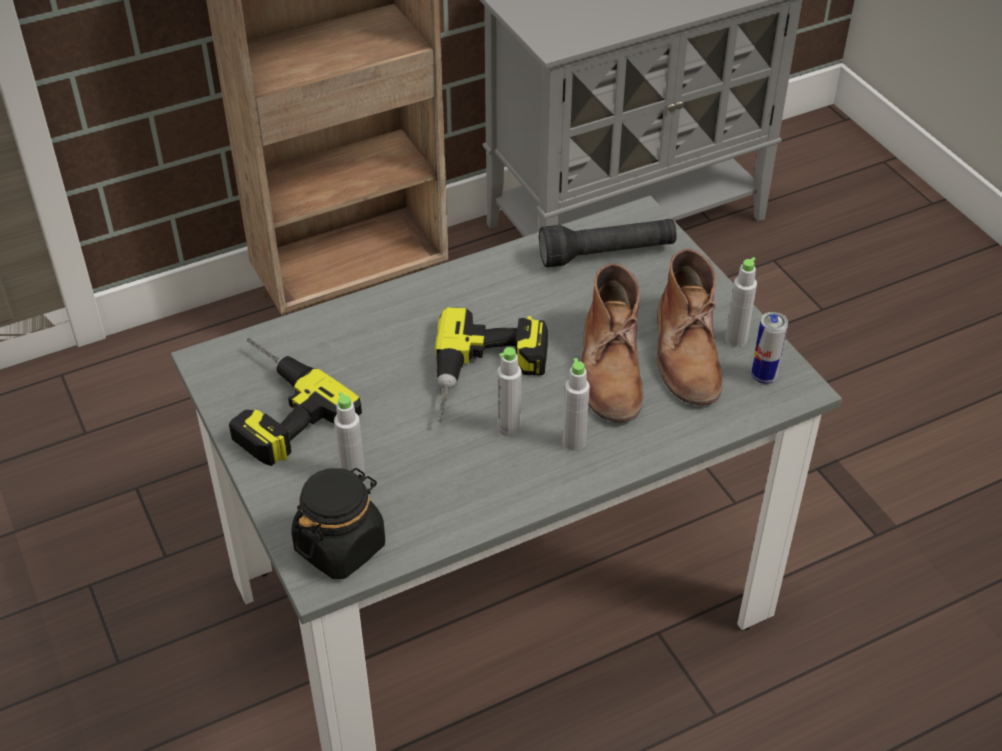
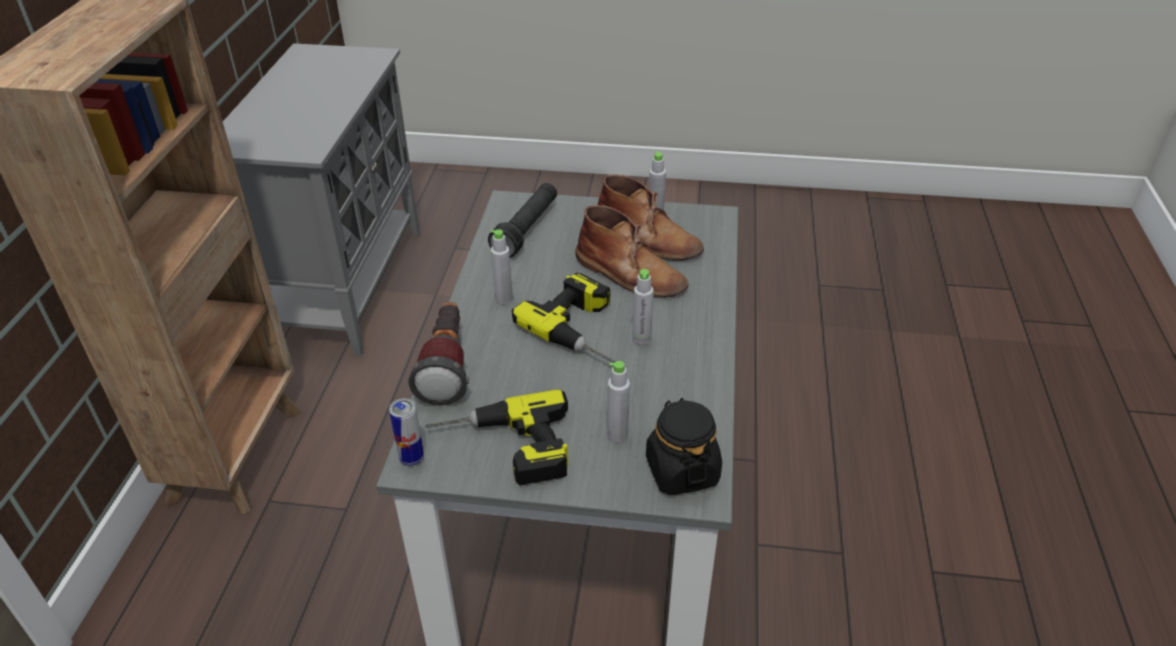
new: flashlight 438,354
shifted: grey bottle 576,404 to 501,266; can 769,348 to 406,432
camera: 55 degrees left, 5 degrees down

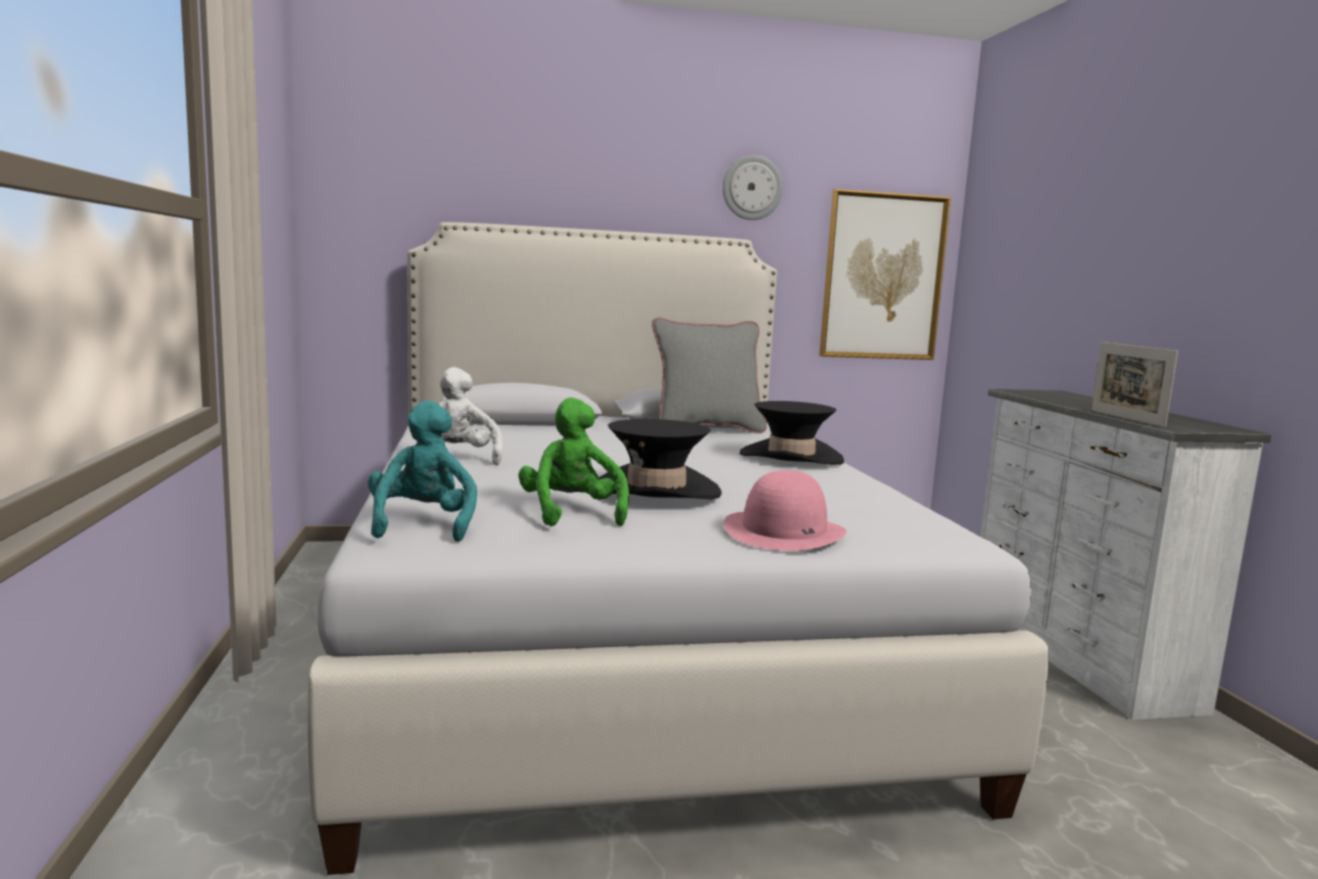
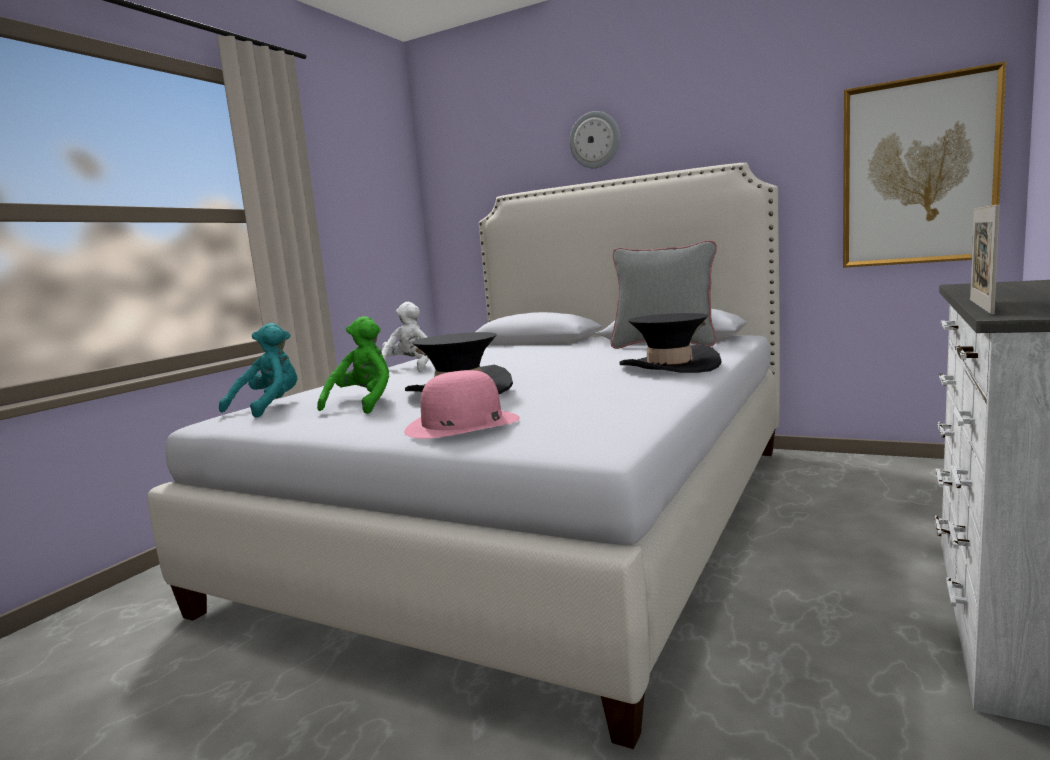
shifted: wall clock 753,187 to 594,139
camera: 40 degrees right, 0 degrees up

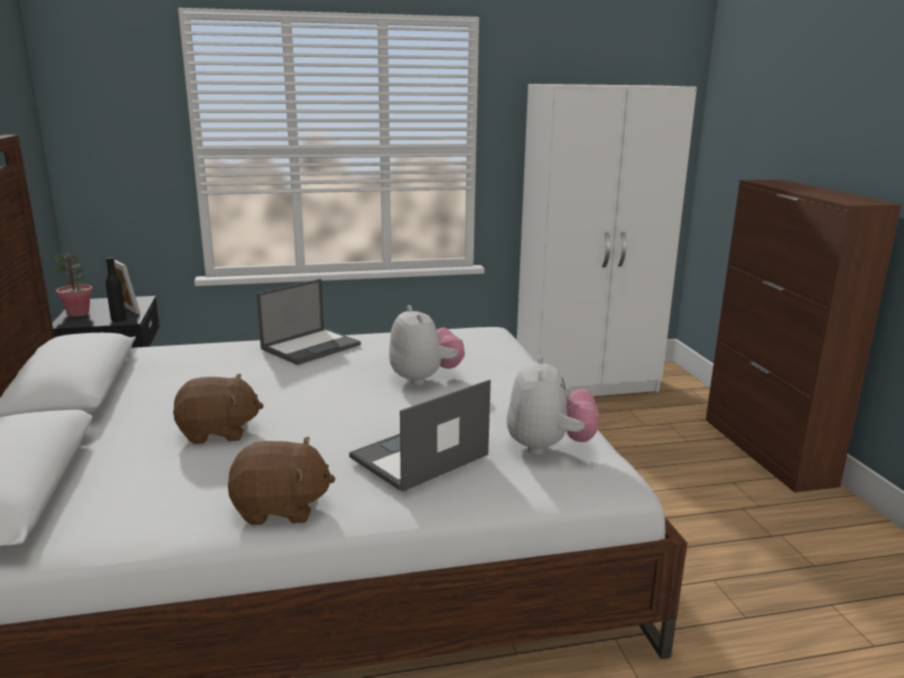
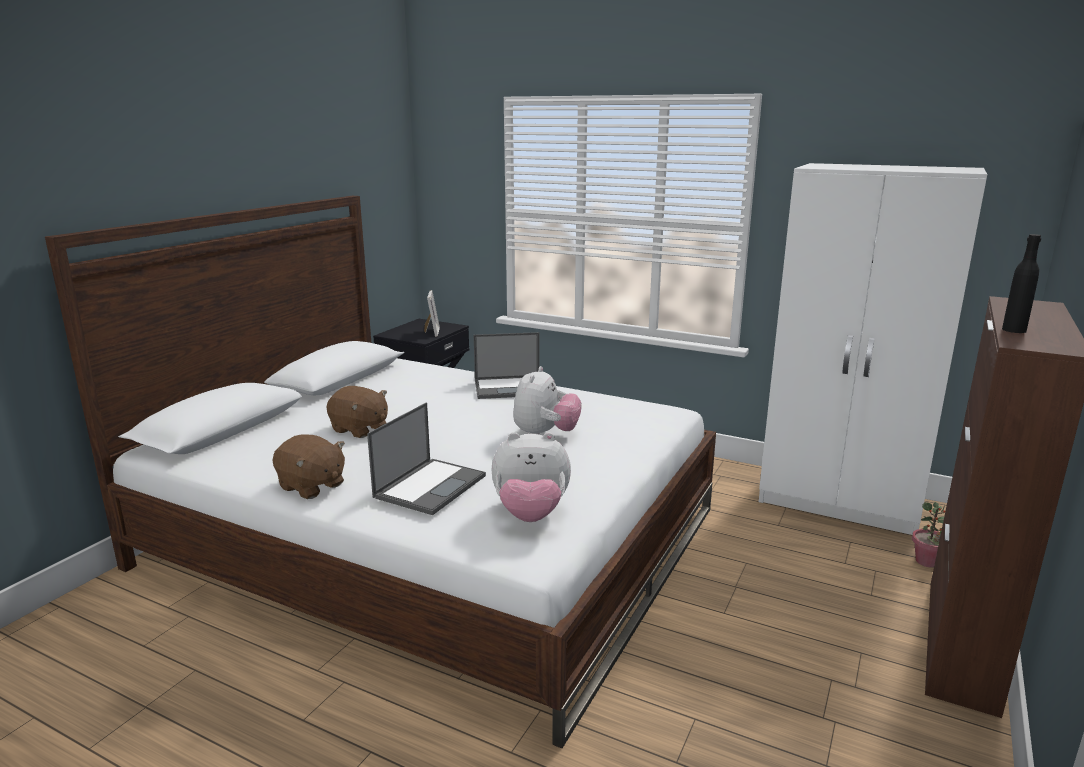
shifted: potted plant 73,285 to 928,535; black bottle 116,289 to 1021,283
rotated: laptop 420,436 = 426,459 120 degrees clockwise; plush toy 553,405 = 531,477 45 degrees clockwise
camera: 40 degrees right, 0 degrees up

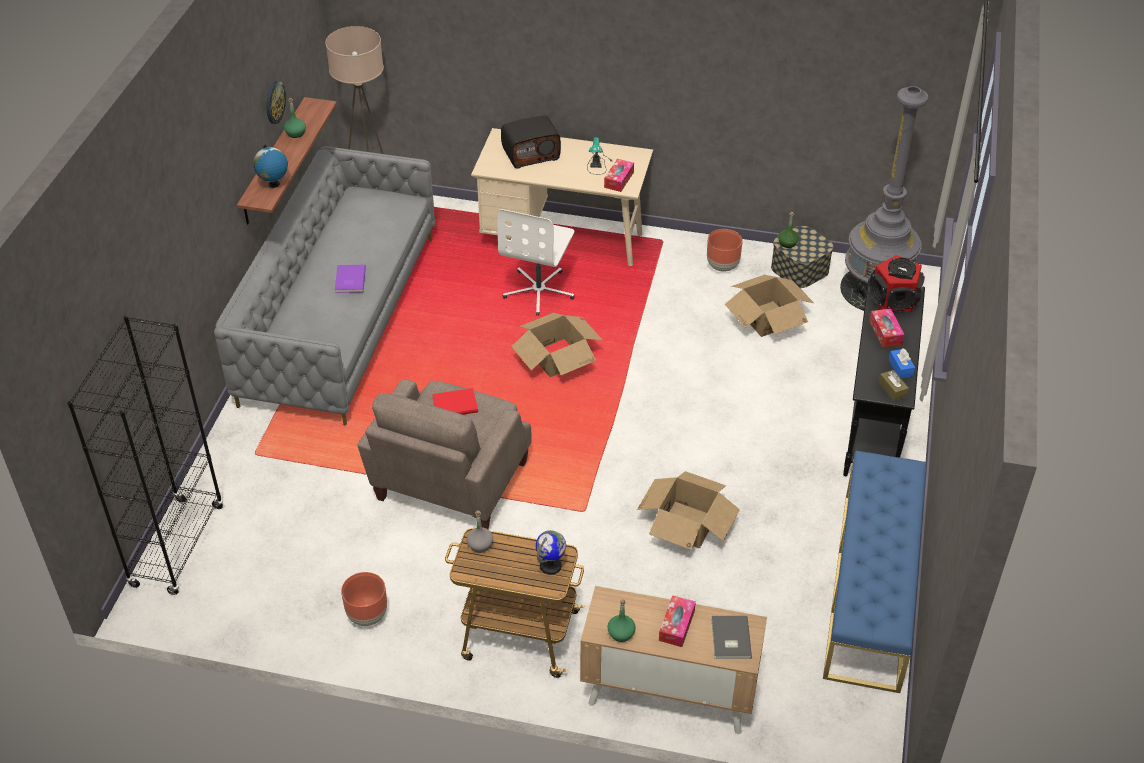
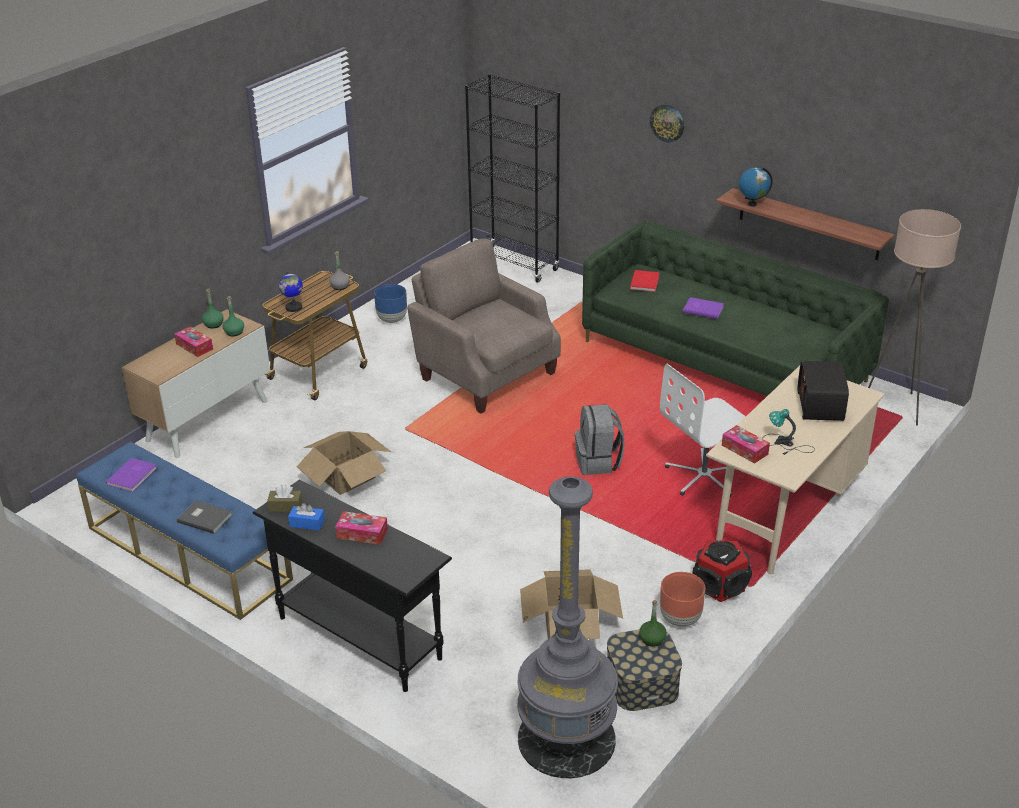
new: purple book 131,475
shifted: wall clock 276,102 to 667,123; green bottle 295,118 to 233,316; red book 455,401 to 645,281; grey book 731,637 to 204,517; speaker 897,283 to 722,571
swapped: cardboard box 556,345 to grey backpack 600,439
repainted: grey sofa 324,285 to green sofa 735,308; brown planter 364,599 to blue planter 390,303
rotated: white office chair 536,262 = 703,430 75 degrees counterclockwise
camera: 115 degrees right, 10 degrees down

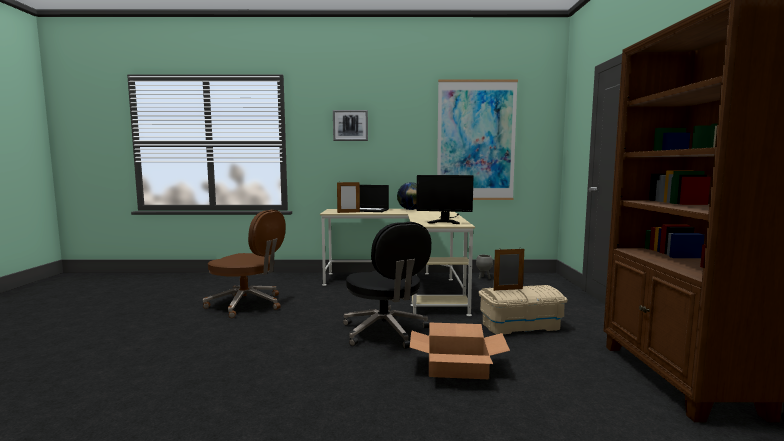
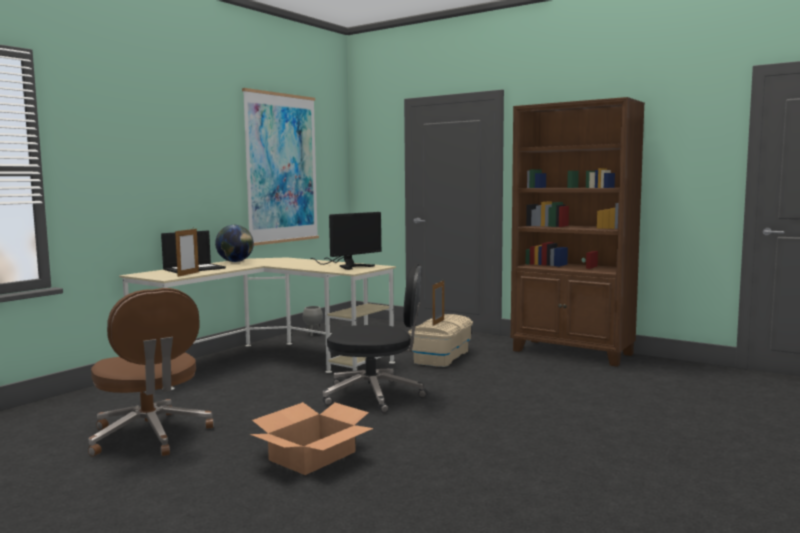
gone: picture 350,125
shifted: cardboard box 460,350 to 312,438
rotated: brown office chair 244,264 = 151,372 90 degrees clockwise
camera: 55 degrees left, 0 degrees up

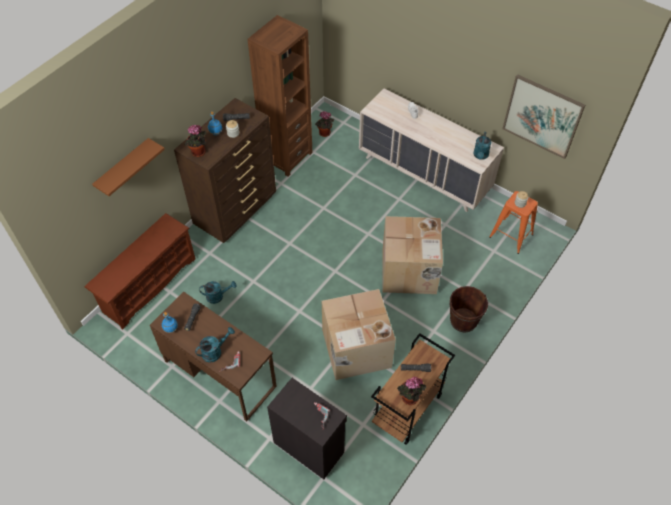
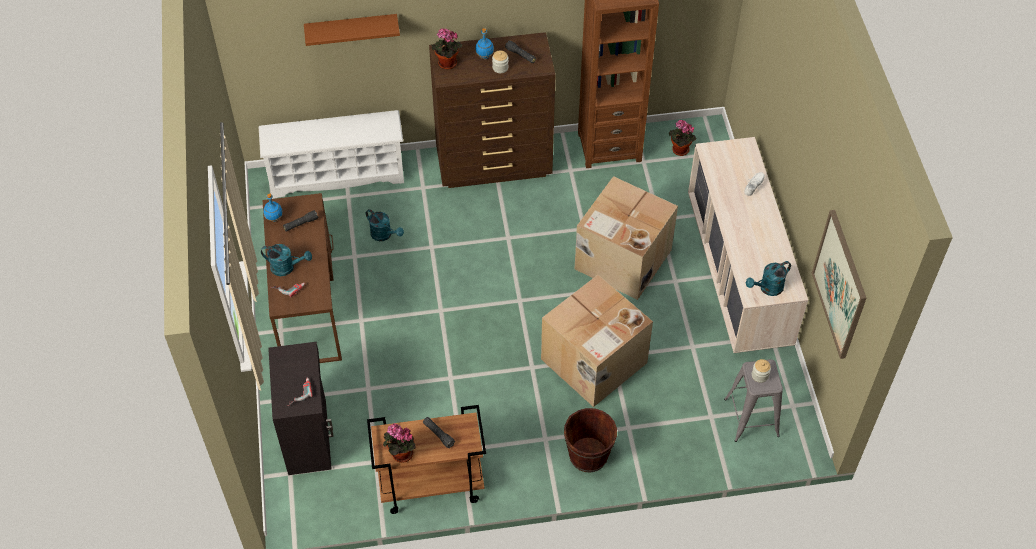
shifted: cardboard box 359,334 to 626,238
repainted: brown shoe rack 140,271 to white shoe rack 331,154; orange stool 513,222 to grey stool 753,400
camera: 45 degrees right, 0 degrees up

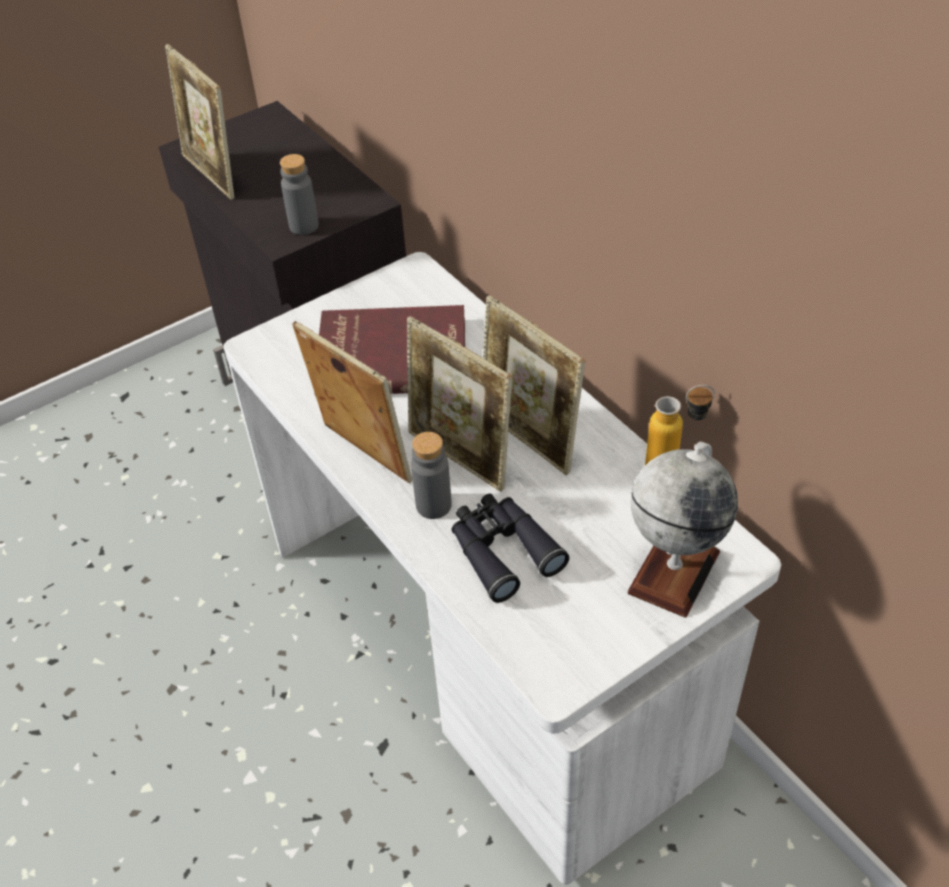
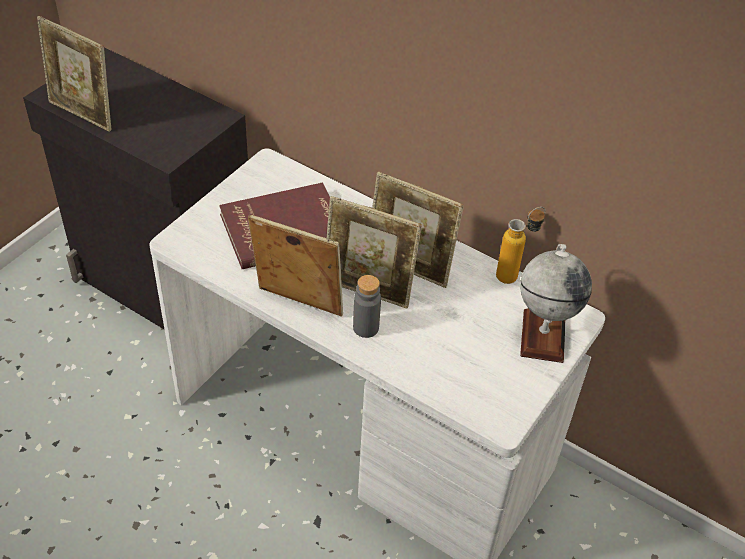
gone: grey bottle 299,194; black binoculars 510,548
camera: 25 degrees left, 0 degrees up

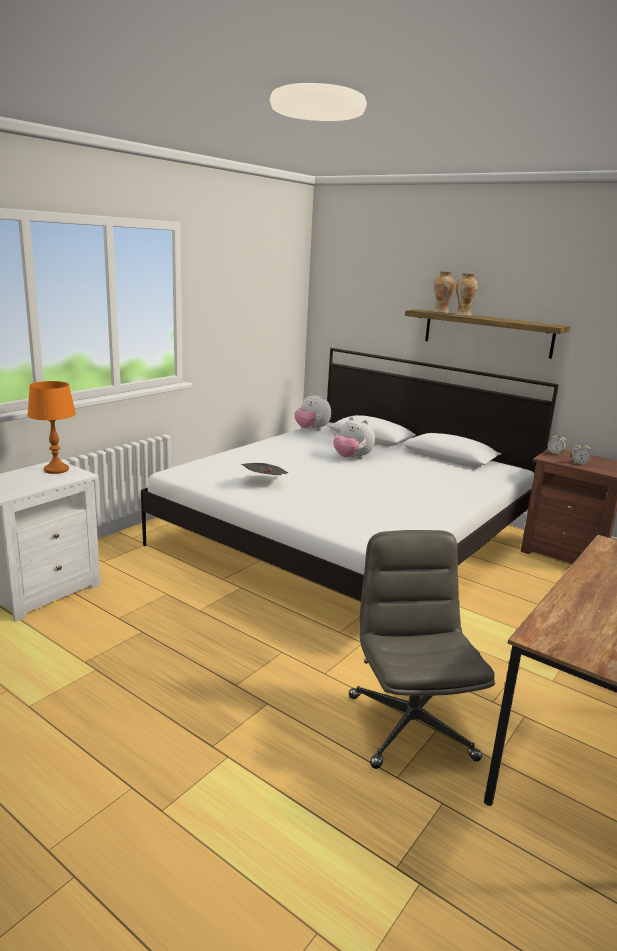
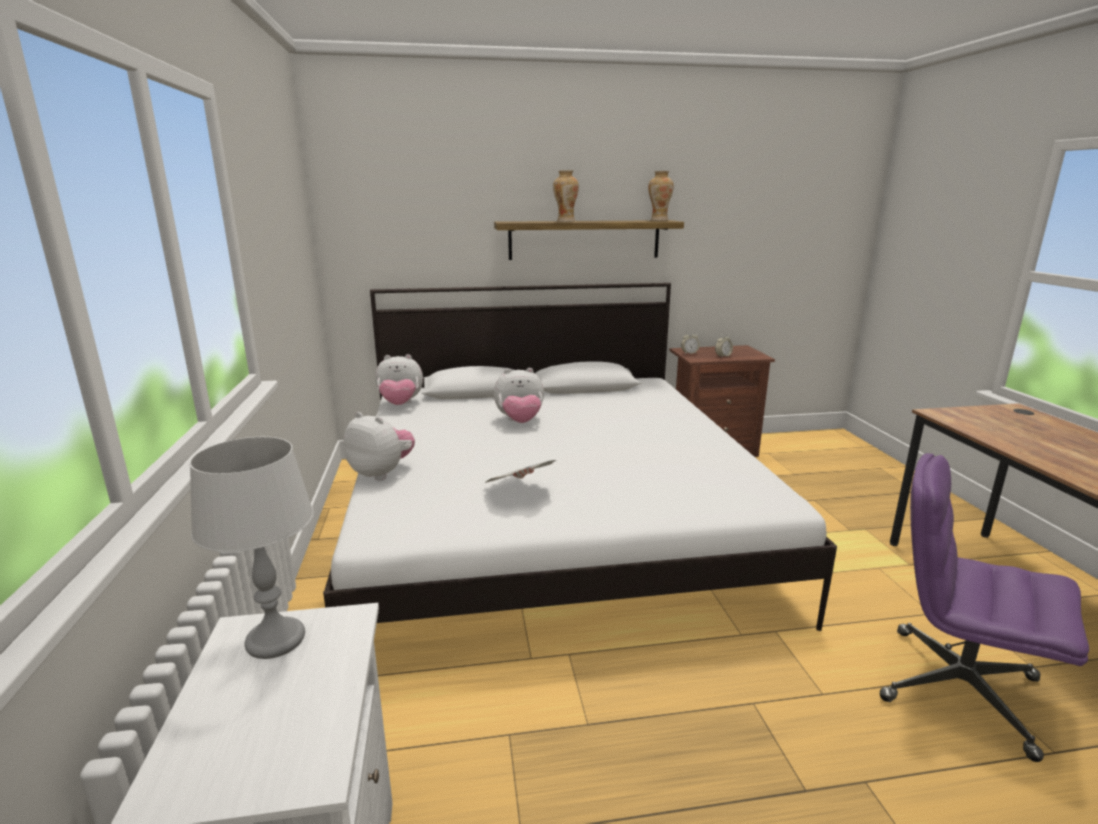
new: plush toy 379,446
shifted: vase 444,292 to 661,196
repainted: orange table lamp 51,427 to grey table lamp 251,548; grey office chair 422,649 to purple office chair 984,607
camera: 45 degrees left, 0 degrees up

